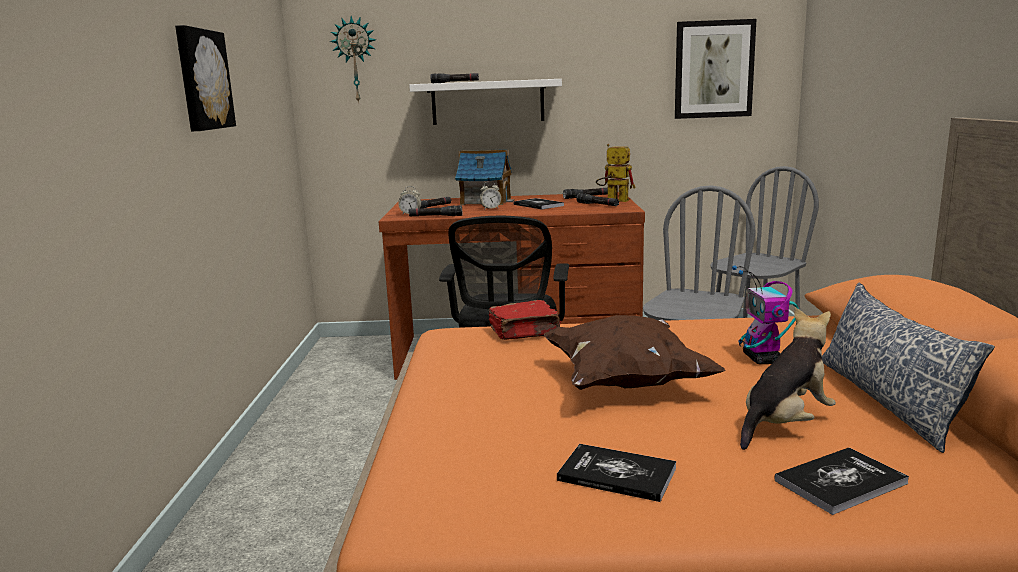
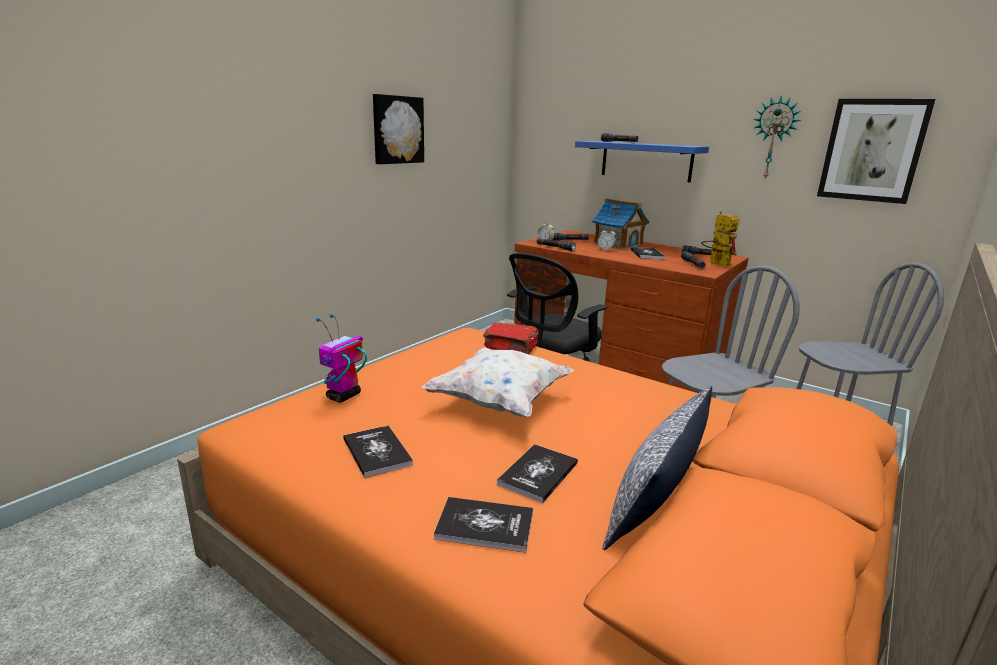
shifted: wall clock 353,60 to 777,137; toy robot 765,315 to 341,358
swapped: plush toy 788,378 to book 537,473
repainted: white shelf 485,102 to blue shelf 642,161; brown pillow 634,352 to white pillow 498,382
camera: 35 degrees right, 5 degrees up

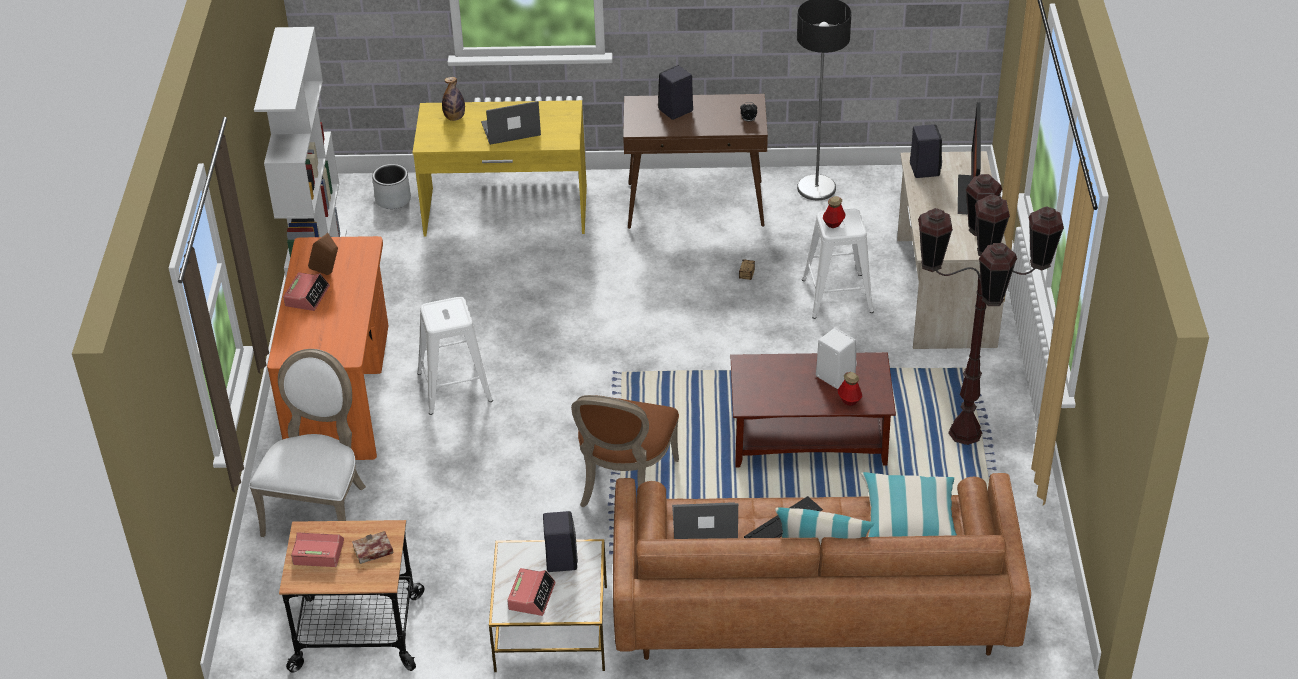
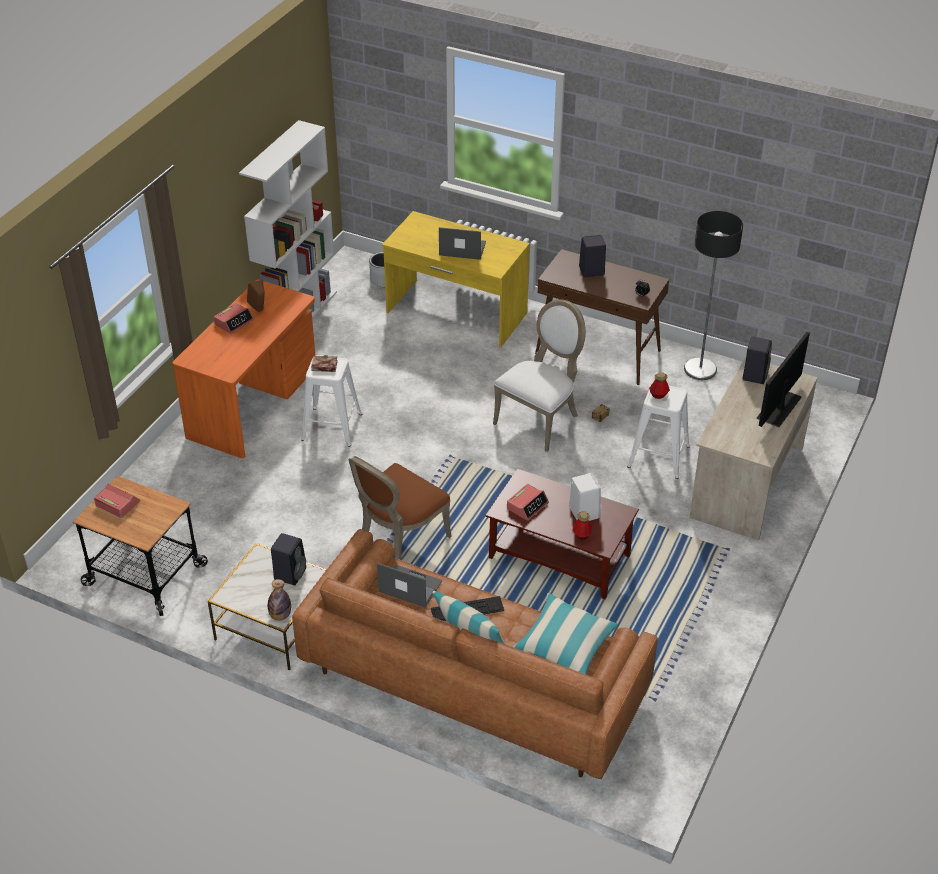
gone: brown floor lamp 991,309
shifted: white chair 308,443 to 539,376; book 372,547 to 324,363; bottle 453,99 to 279,600; alarm clock 531,592 to 528,502
camera: 25 degrees right, 0 degrees up

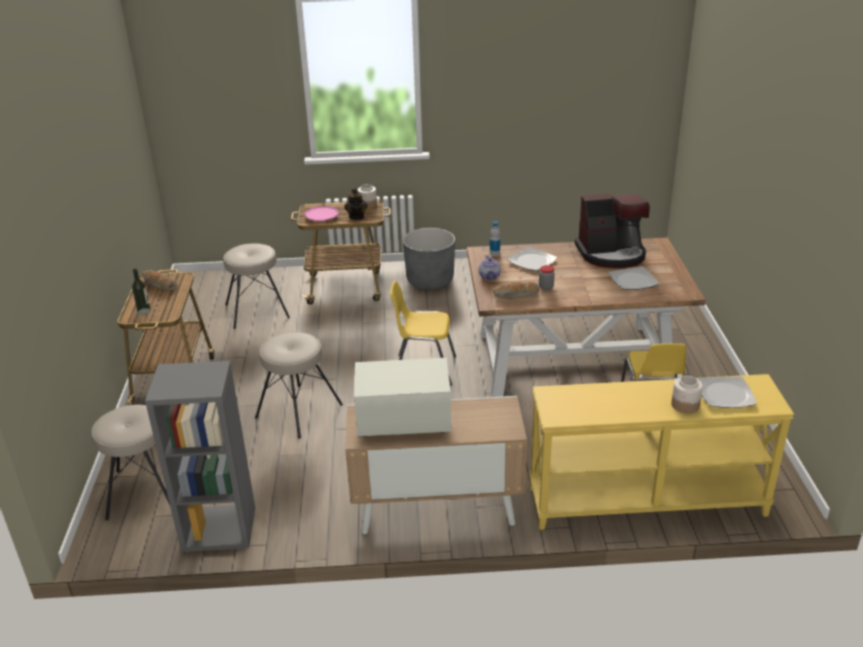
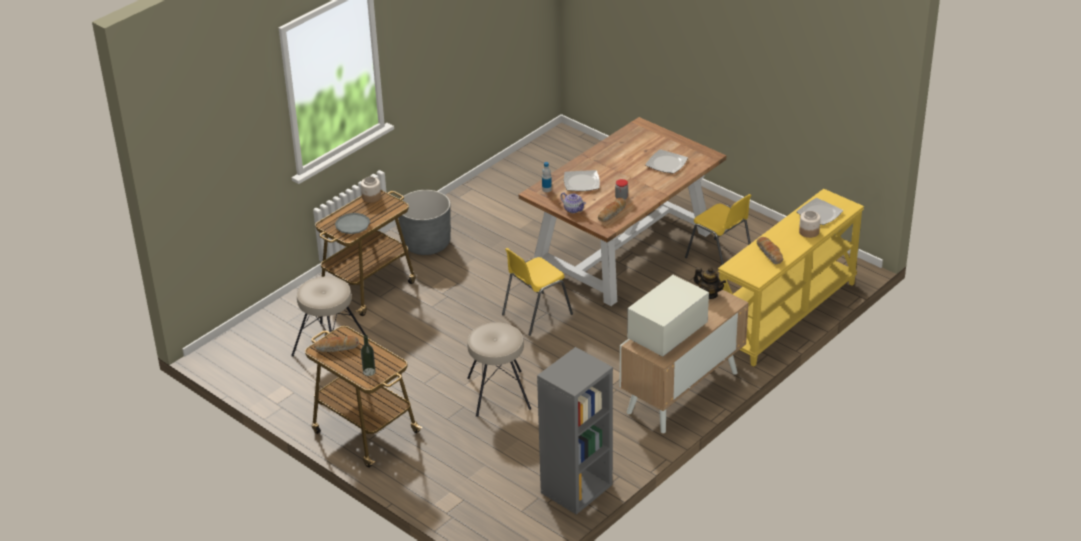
gone: beige stool 131,462; coffee machine 612,231
new: bread 770,250
shifted: teapot 355,204 to 709,283
repainted: pink plate 321,213 to grey plate 353,223
camera: 45 degrees left, 5 degrees up

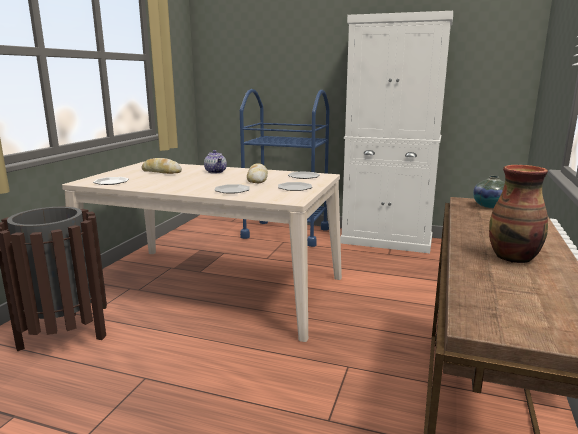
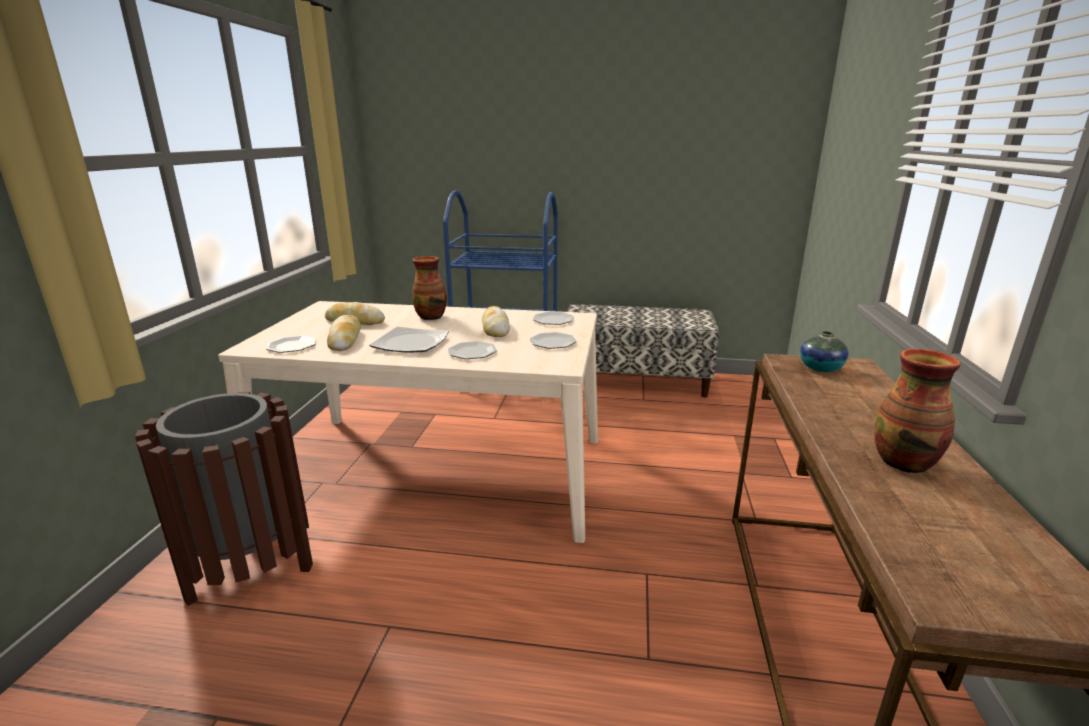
new: bread 344,333; plate 409,340
swapped: teapot 215,162 to vase 429,288; white cabinet 396,132 to bench 643,350
camera: 10 degrees left, 5 degrees up

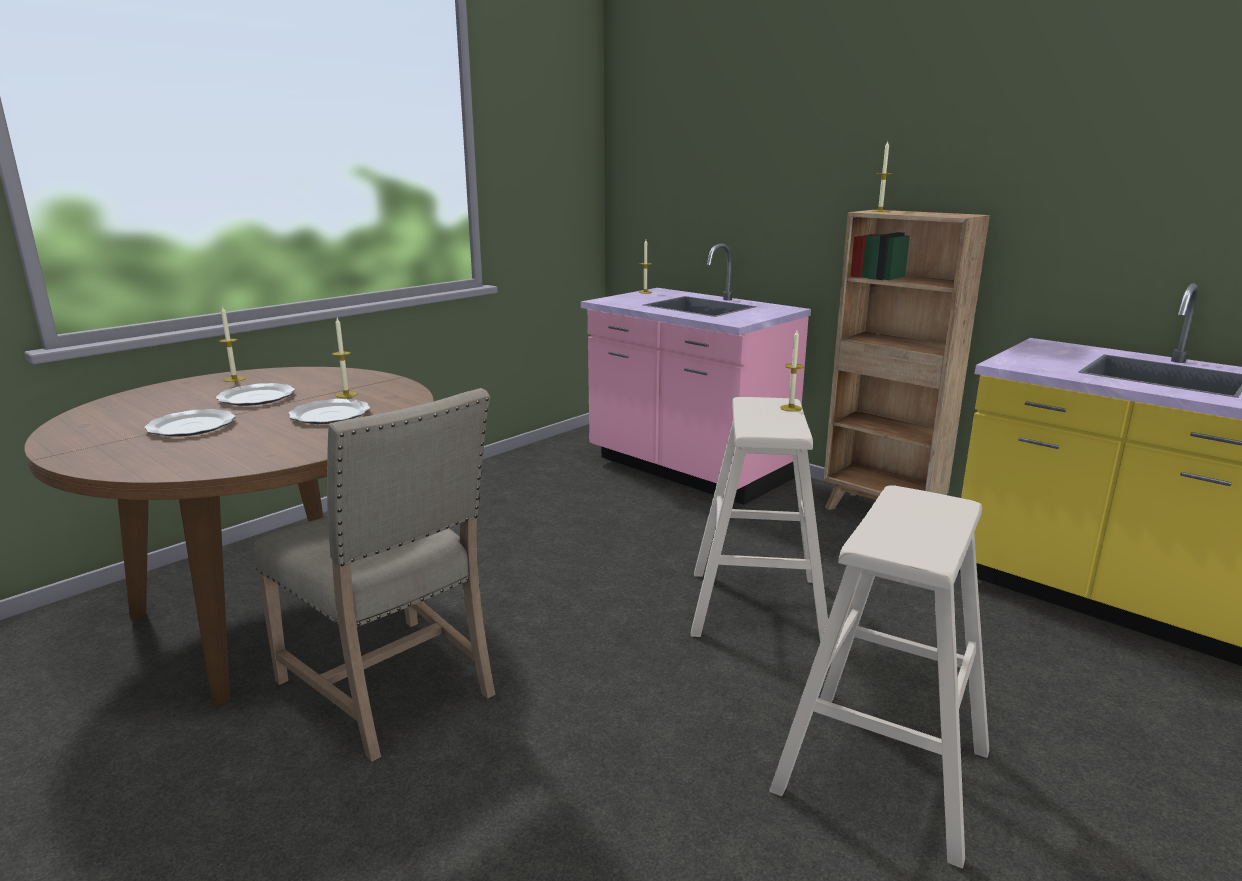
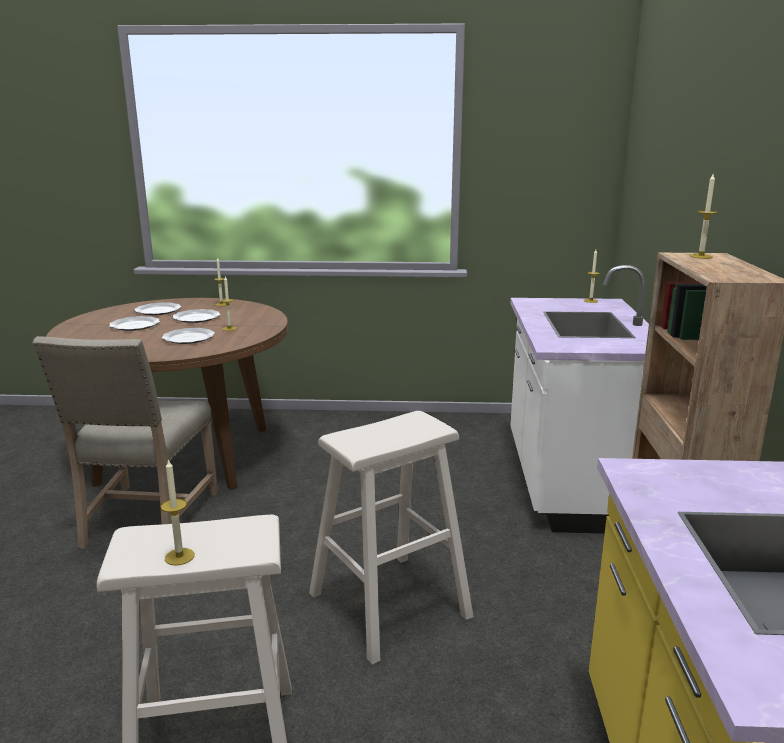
new: plate 157,308
shifted: candle 792,371 to 178,512
repainted: pink counter 696,374 to white counter 579,399
camera: 50 degrees right, 0 degrees up

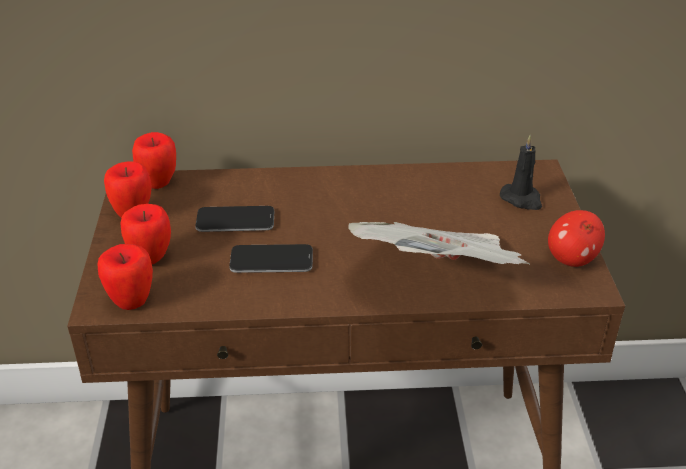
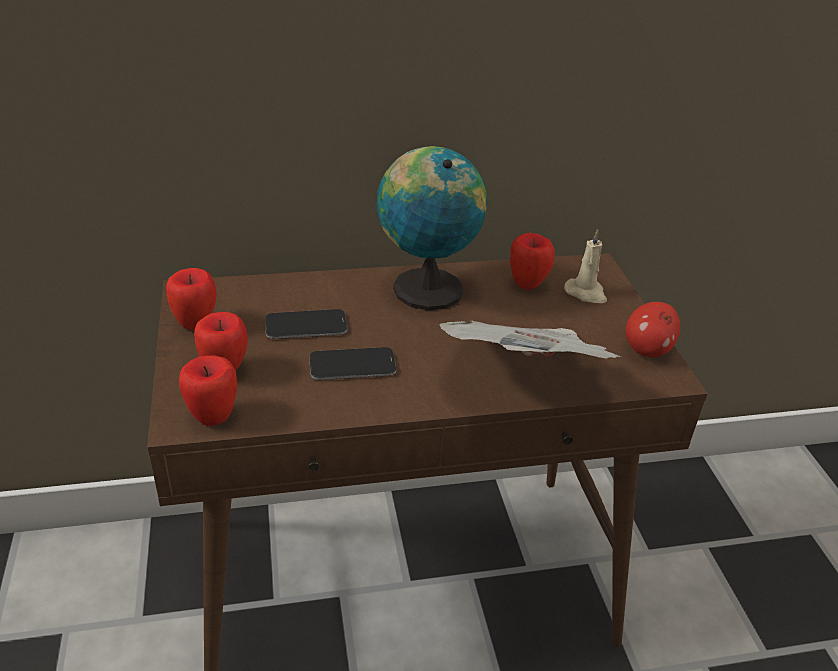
new: globe 432,228
shifted: apple 154,160 to 532,261
repainted: black candle 521,172 to beige candle 585,266
camera: 10 degrees left, 0 degrees up

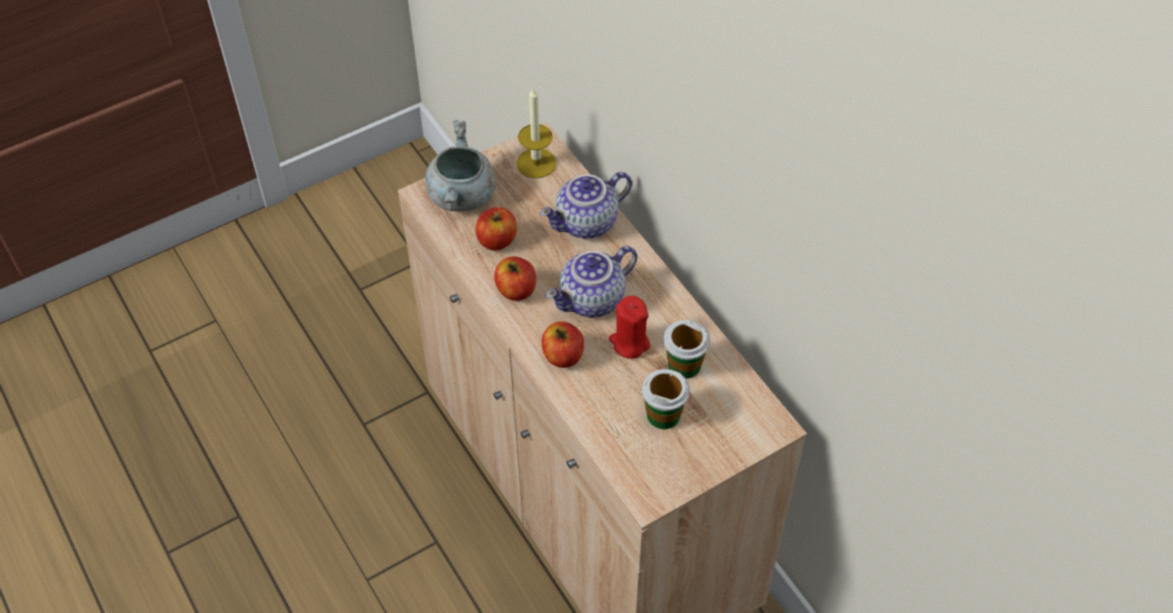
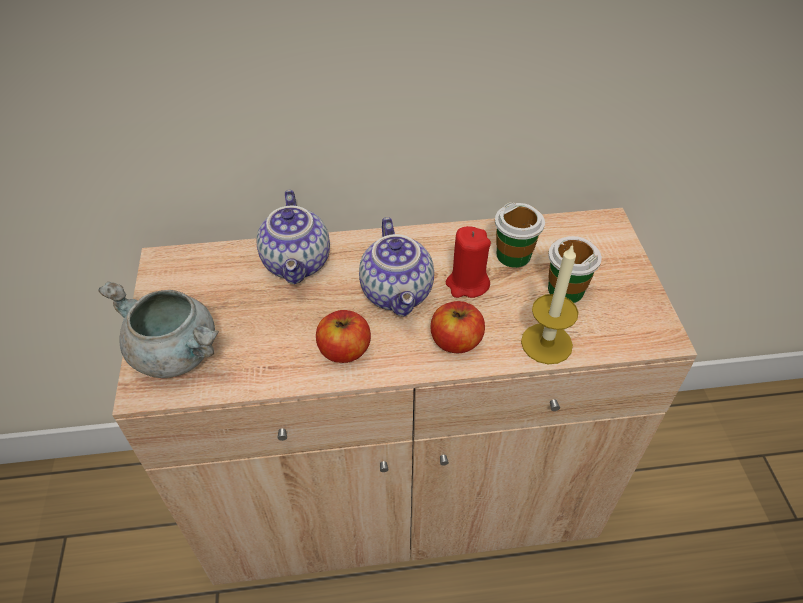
gone: apple 496,229
shifted: candle 536,133 to 550,304
camera: 65 degrees left, 5 degrees down

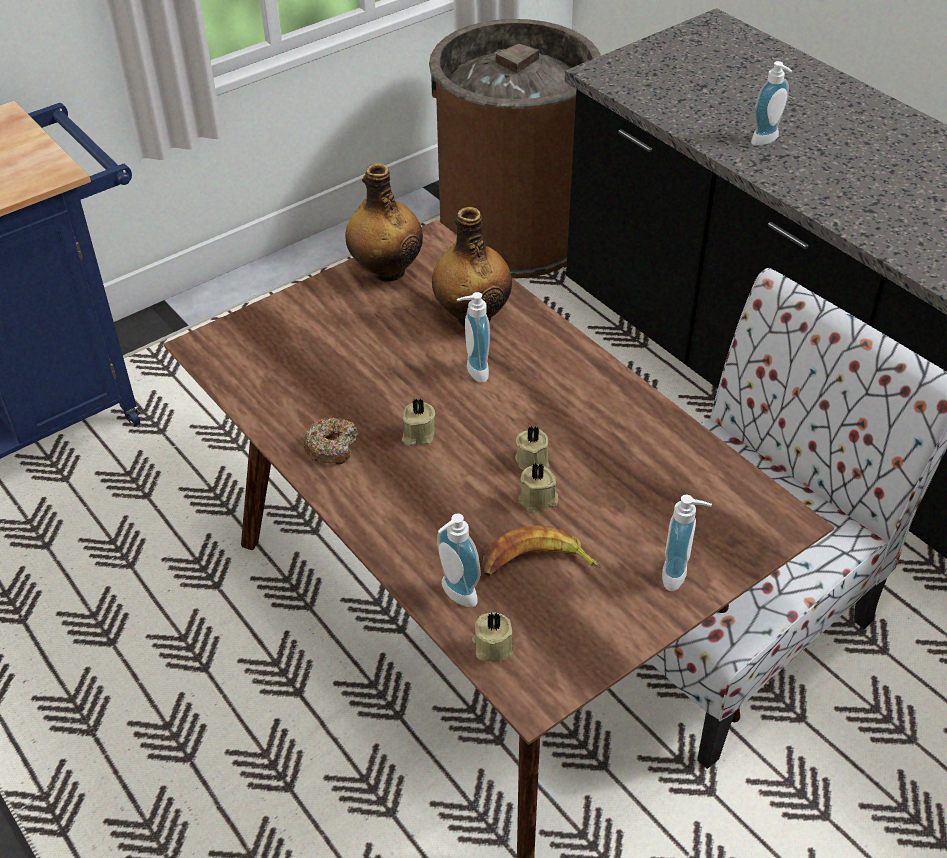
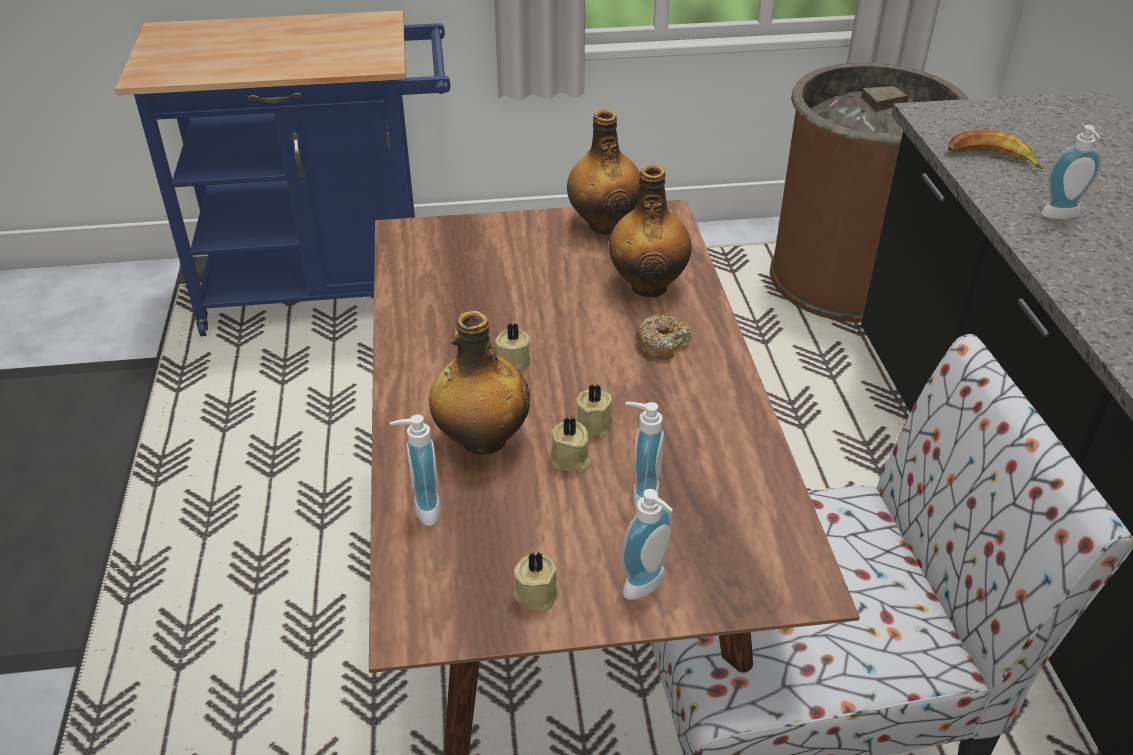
new: bottle 479,383
shifted: donut 330,441 to 664,337; soap dispenser 473,337 to 644,456; beige candle 492,637 to 536,580; banana 542,550 to 995,149
camera: 30 degrees right, 5 degrees down

